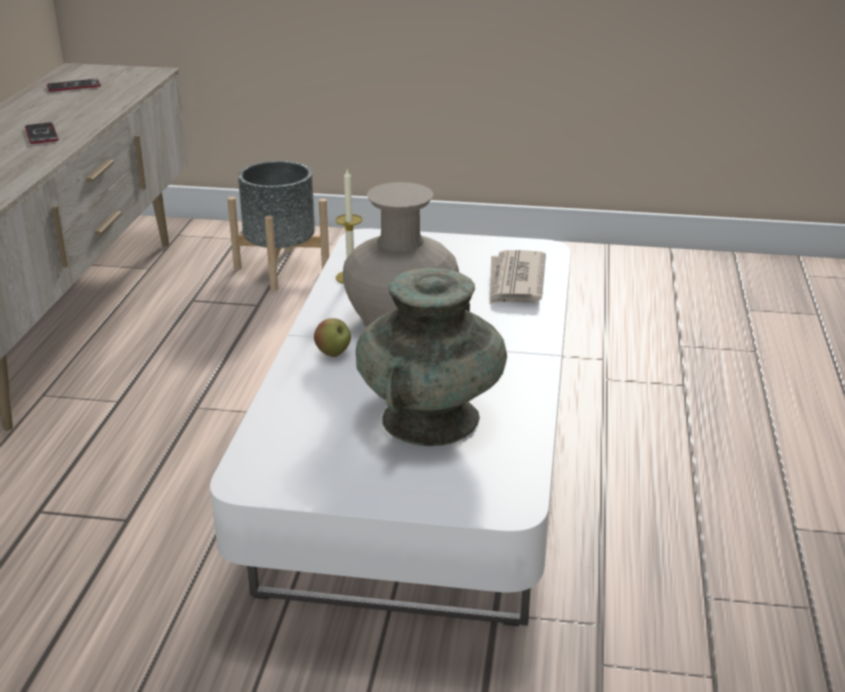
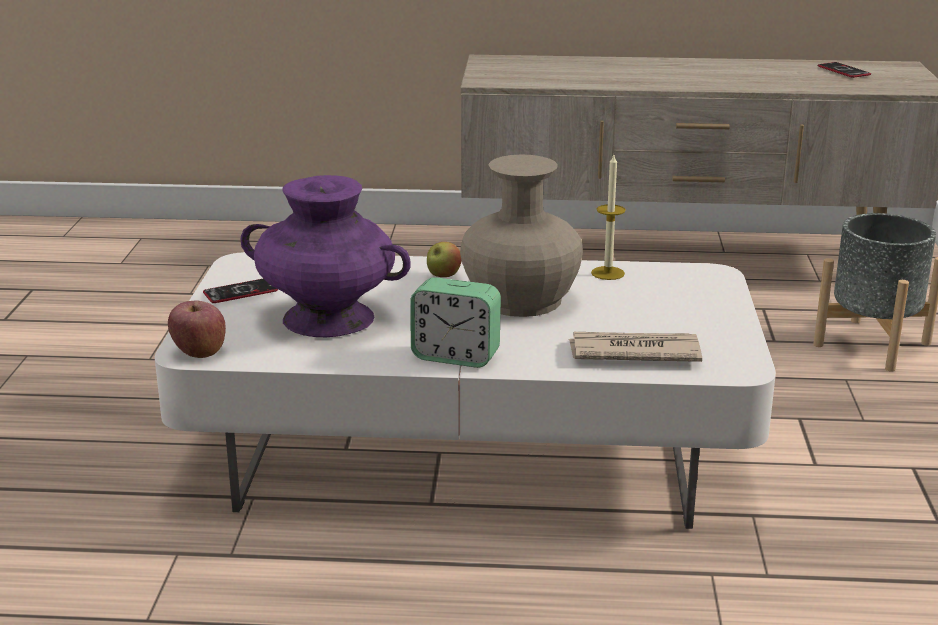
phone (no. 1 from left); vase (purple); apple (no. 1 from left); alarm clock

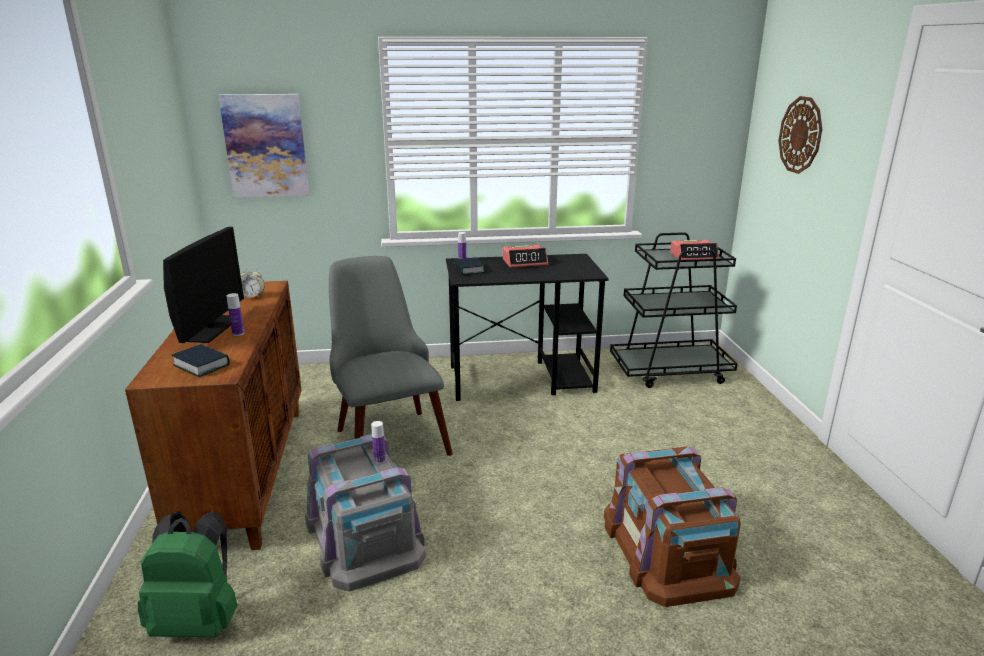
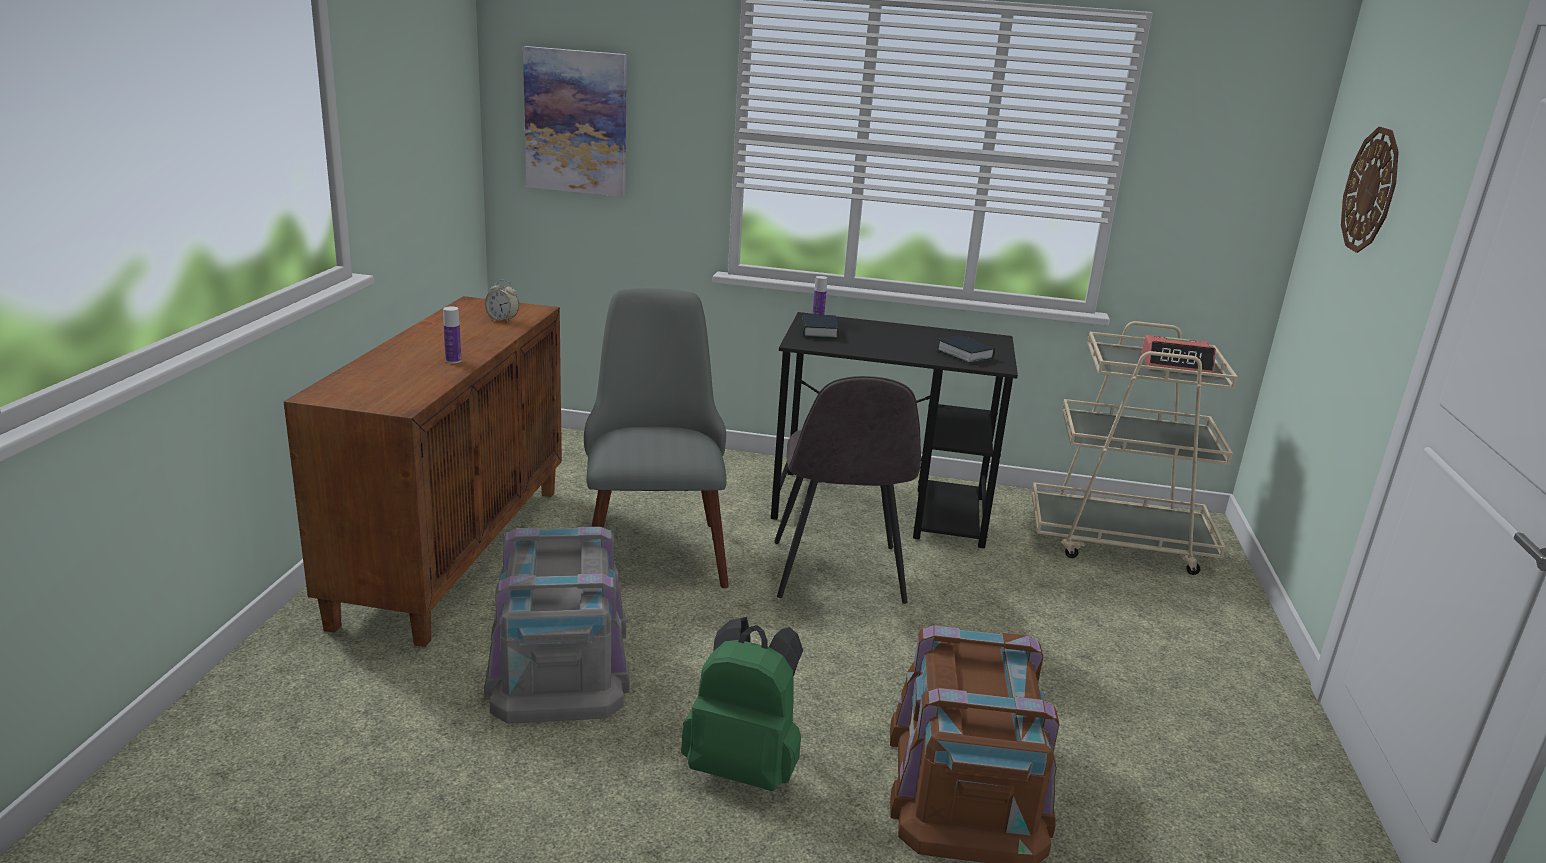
backpack (green); monitor; book (no. 2 from left); bottle (no. 2 from left in the first image); alarm clock (no. 2 from left in the first image); cart (beige); chair (grey) (no. 2 from left)

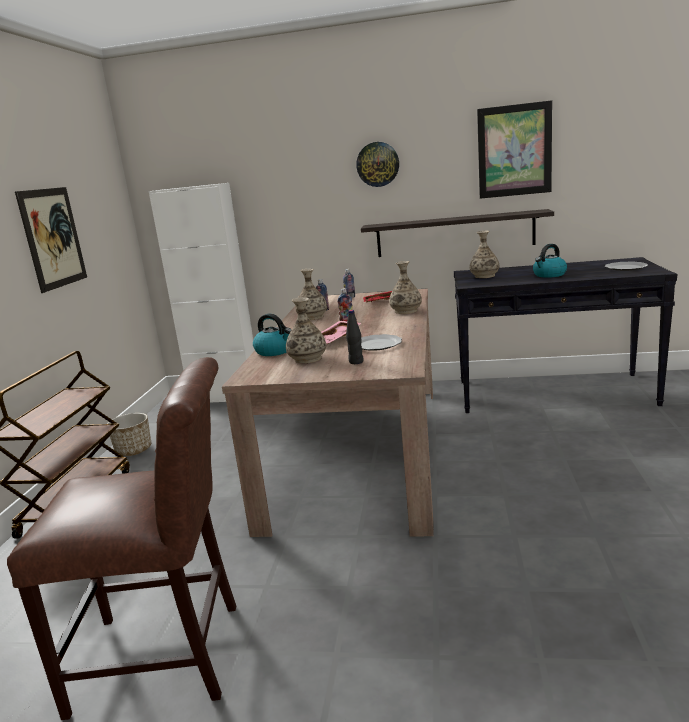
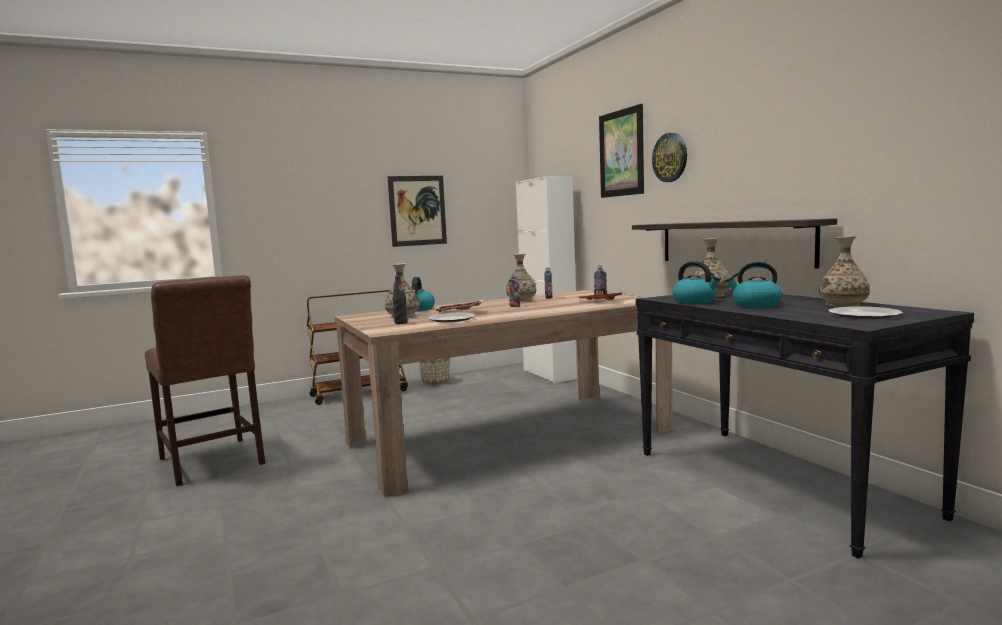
vase (no. 4 from left); picture (no. 2 from left); kettle (no. 2 from left)

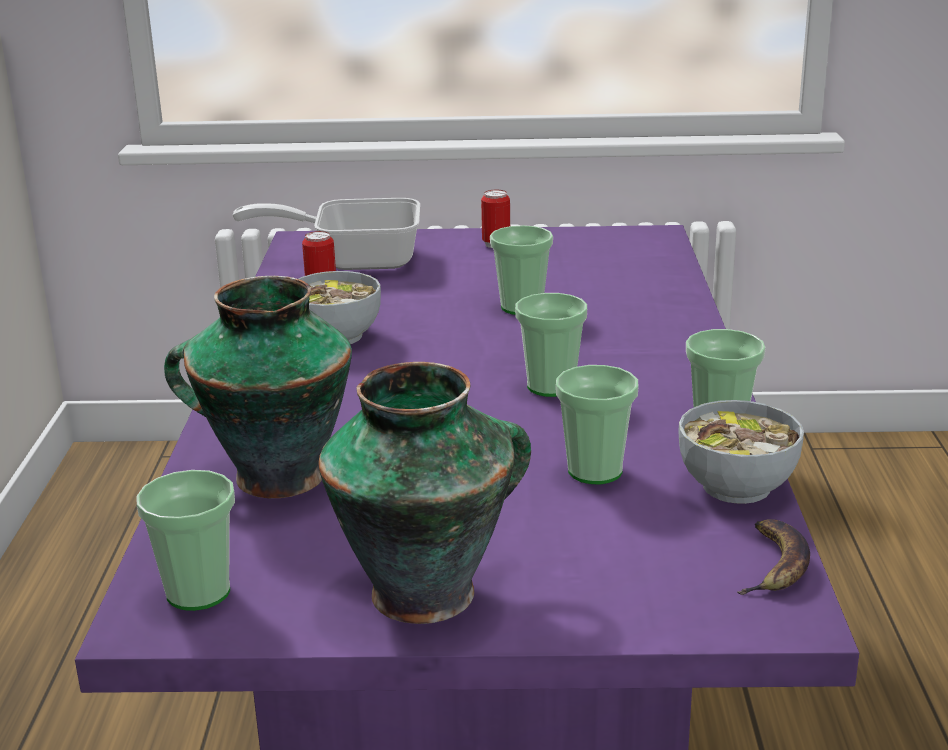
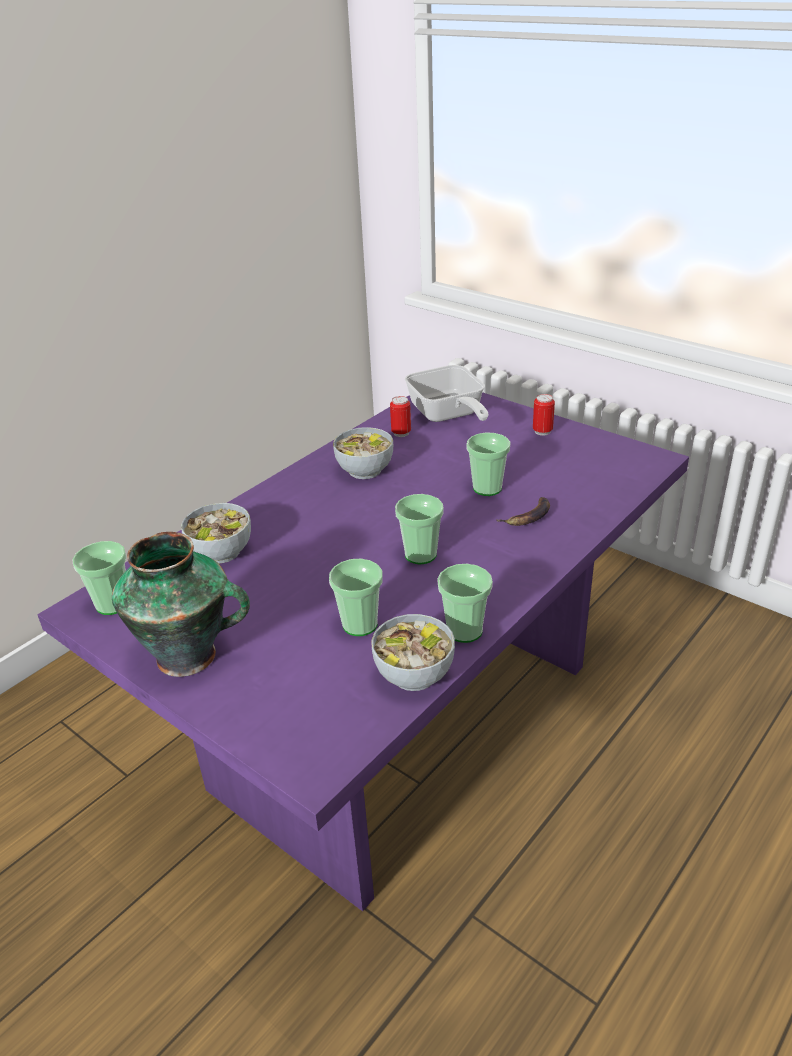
bowl (no. 1 from left); frying pan; banana

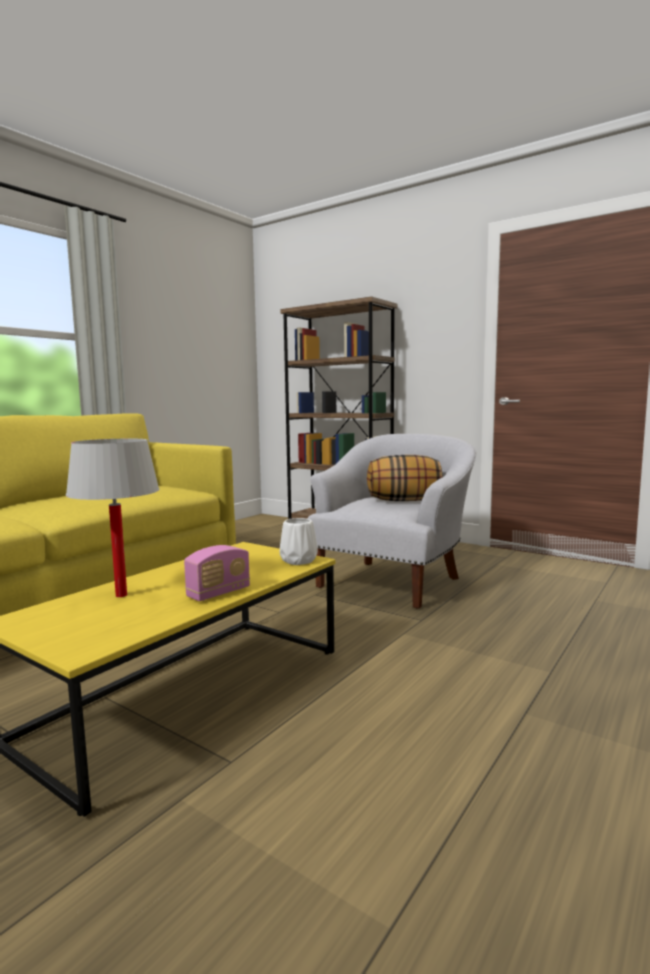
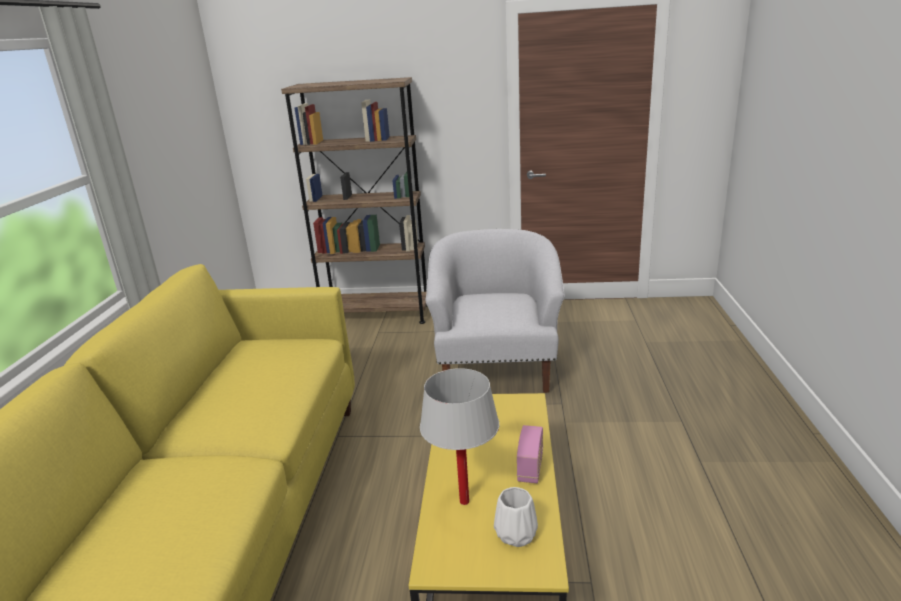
vase (white); pillow

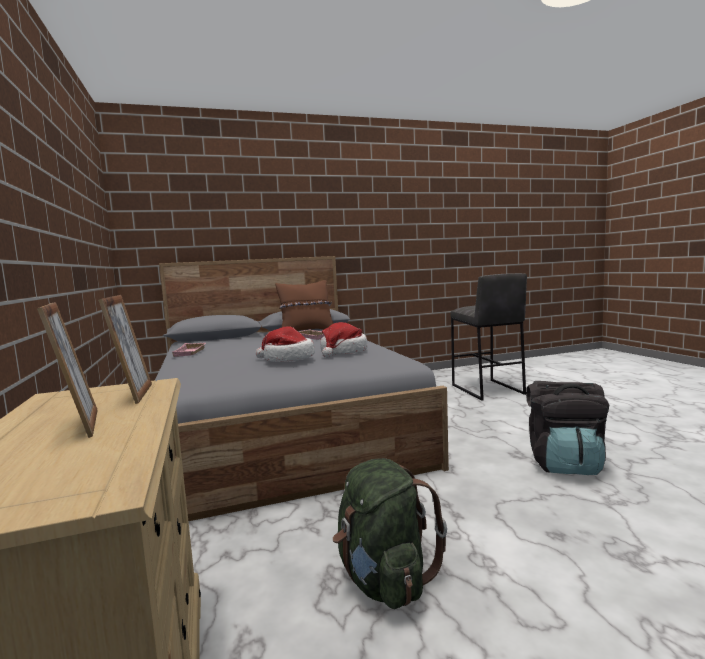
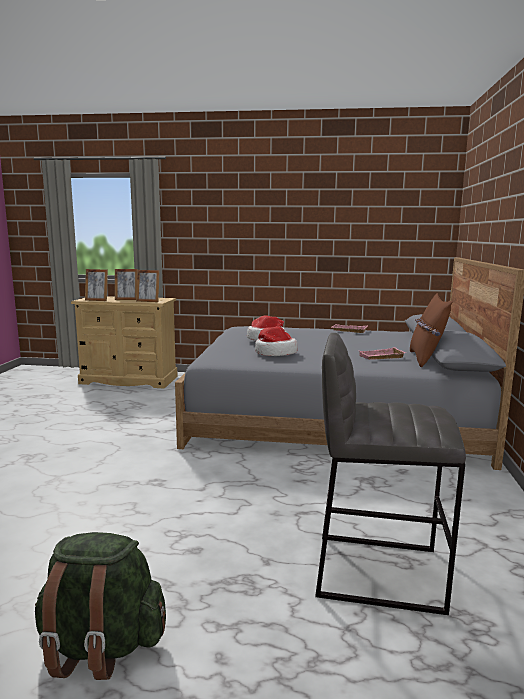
backpack (green); backpack (black); picture frame (no. 1 from left)

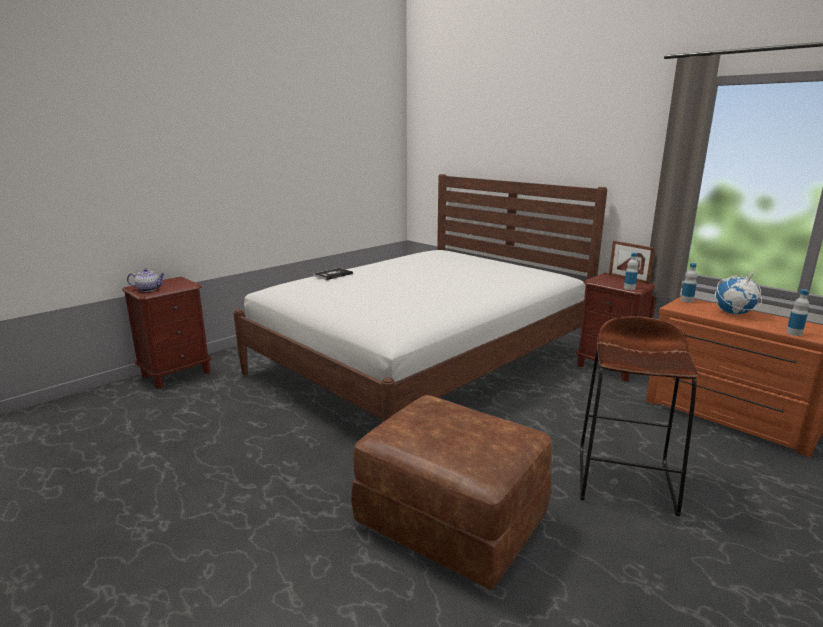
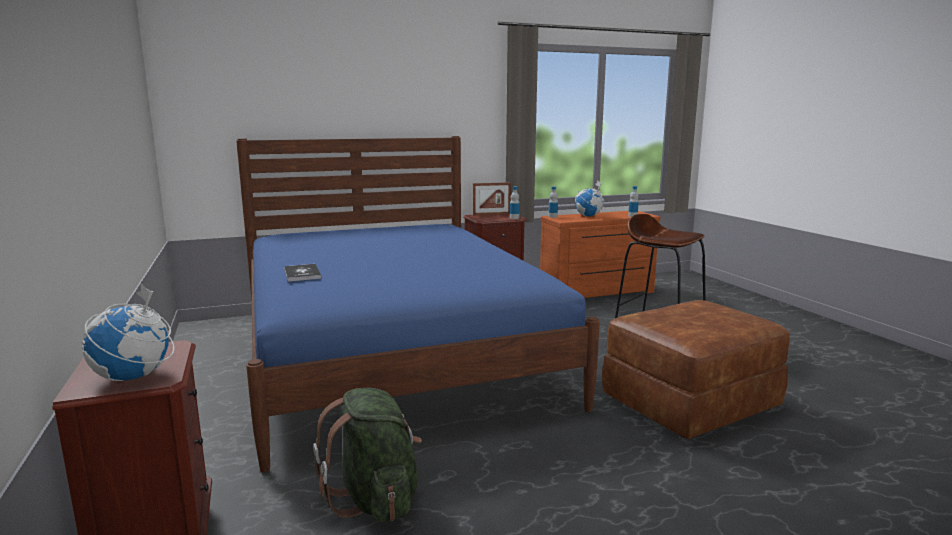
globe (no. 1 from left); bed (blue); backpack (green)

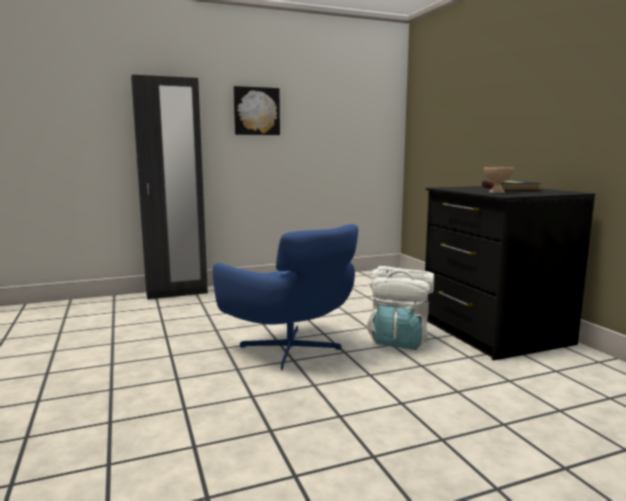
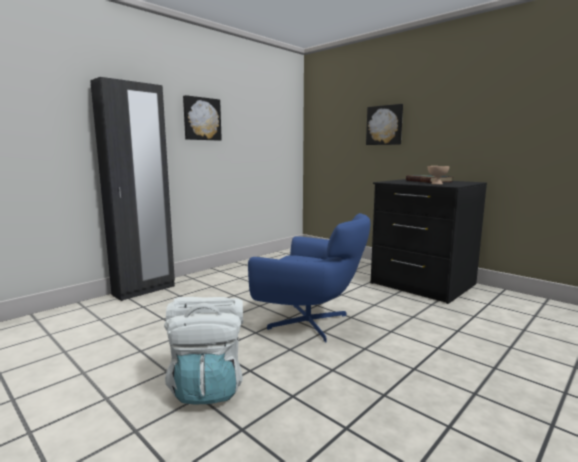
backpack (white); picture (no. 2 from left)

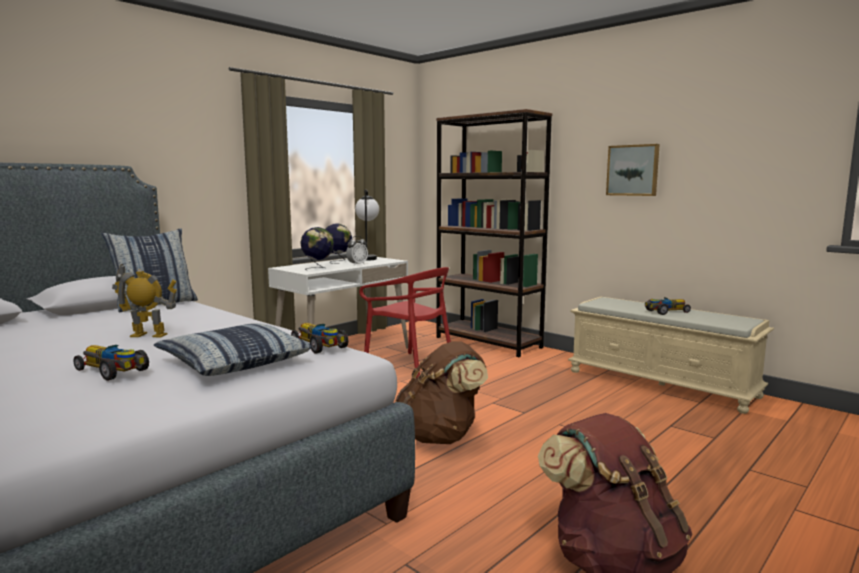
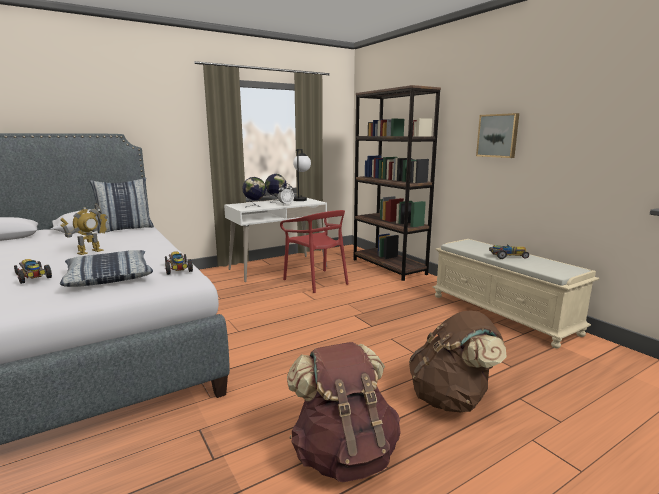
toy robot; backpack (brown) (no. 2 from left)

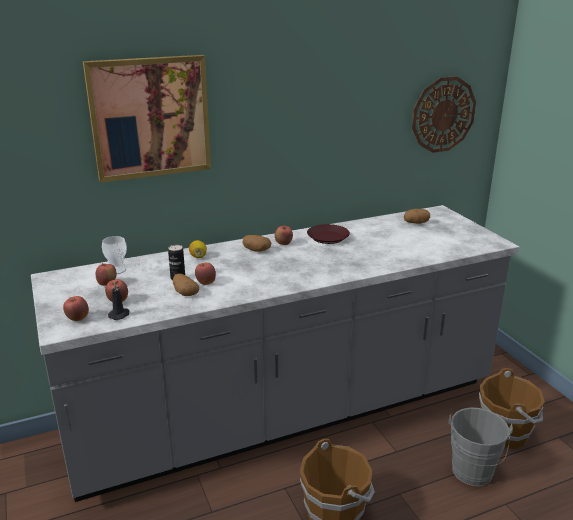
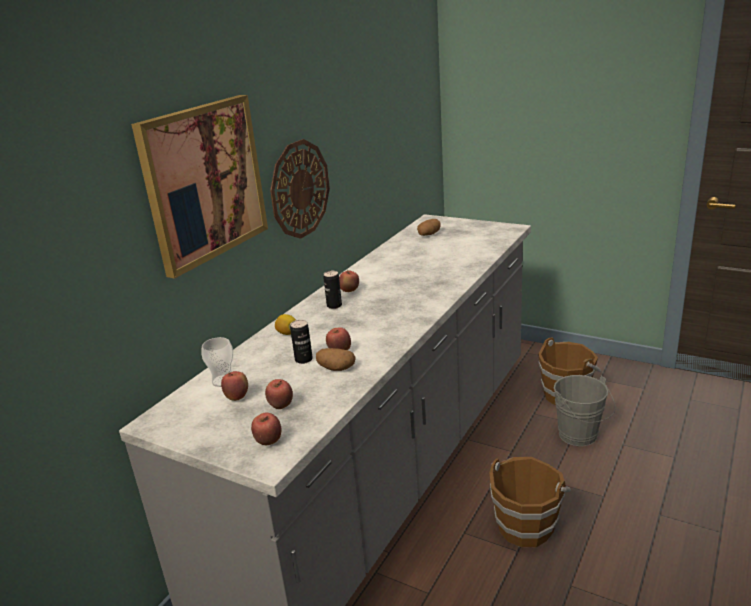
candle (black); can (no. 2 from left); plate (brown); wall clock

